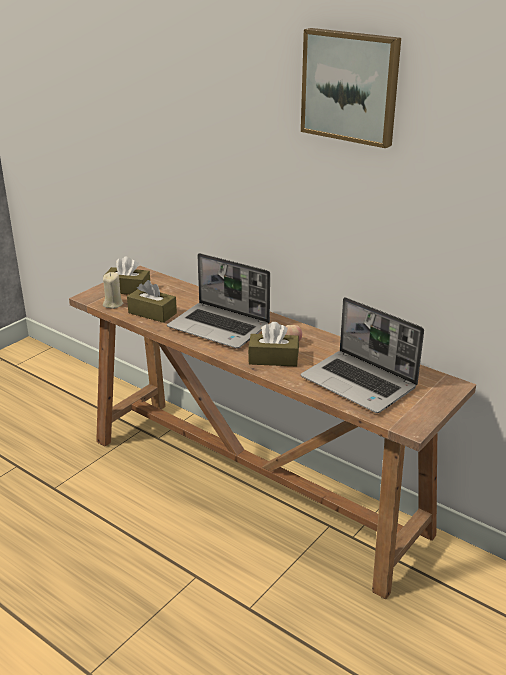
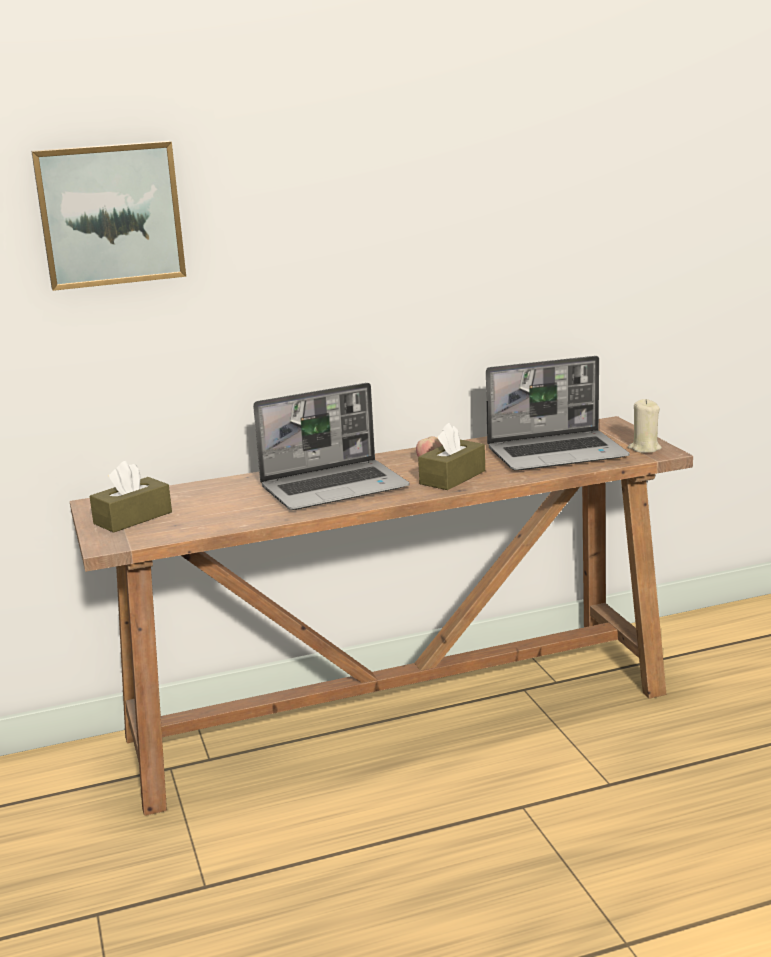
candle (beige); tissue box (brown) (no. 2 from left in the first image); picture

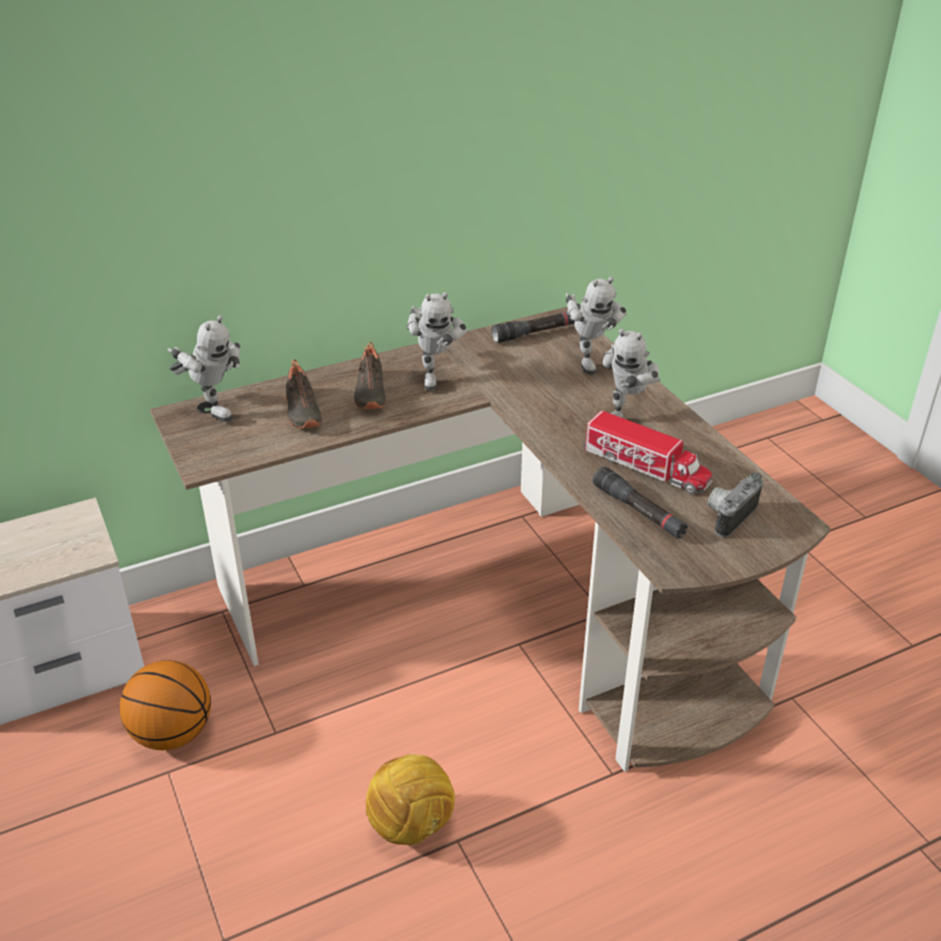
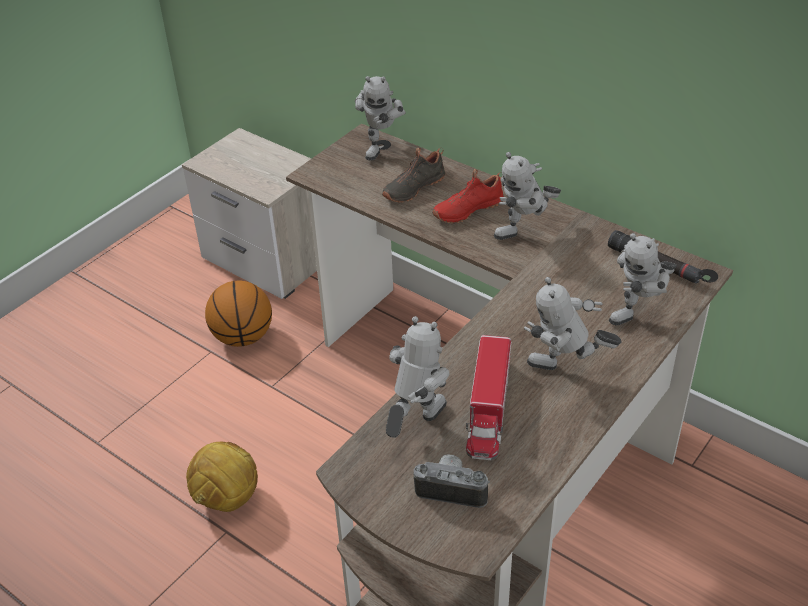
shoe (red); toy robot (no. 2 from left)

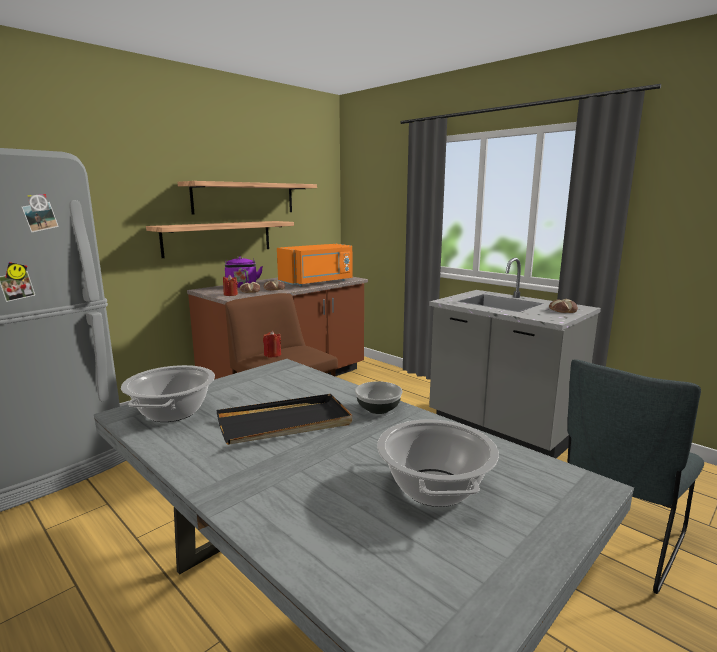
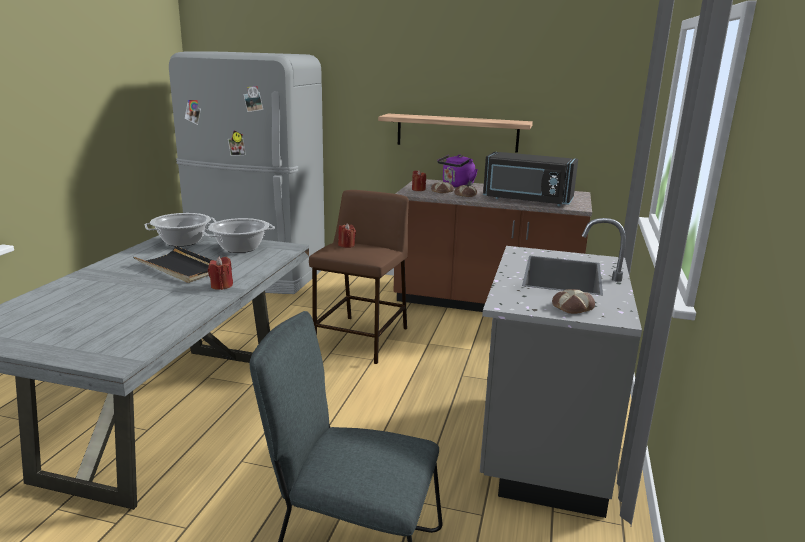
shelf (no. 2 from left in the first image); microwave (black); candle (red) (no. 1 from left); cooking pot (no. 2 from left)

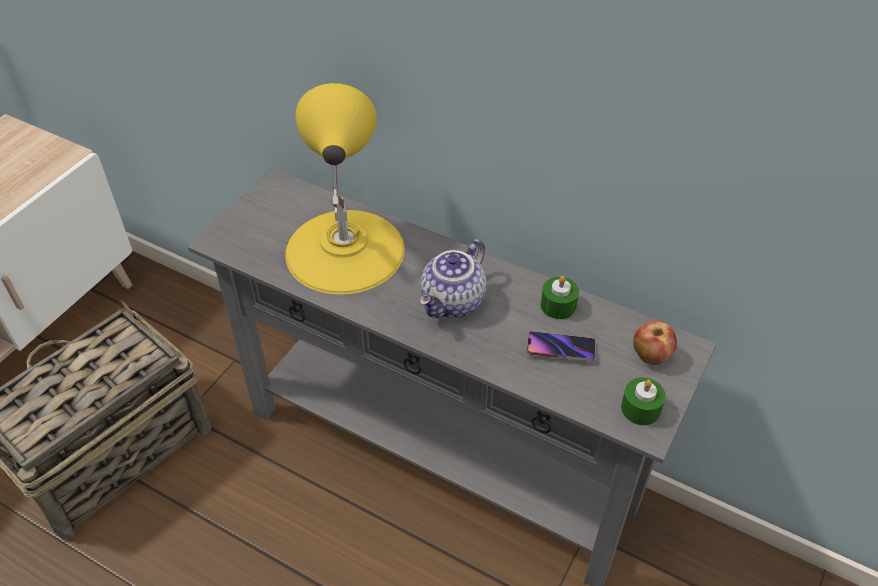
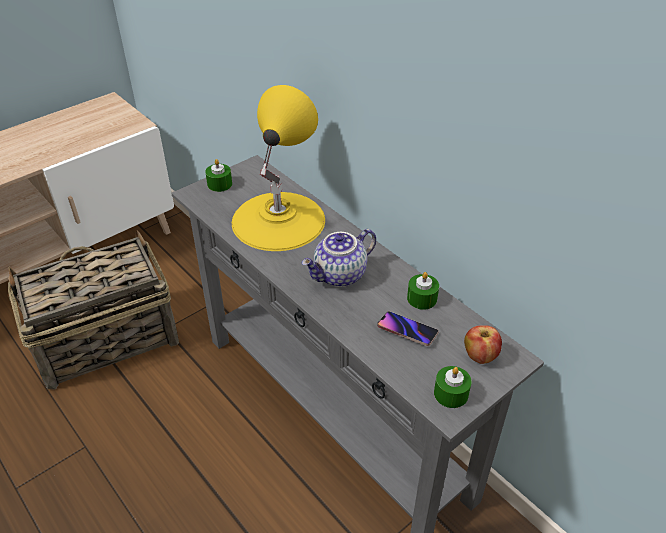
candle (green) (no. 1 from left)

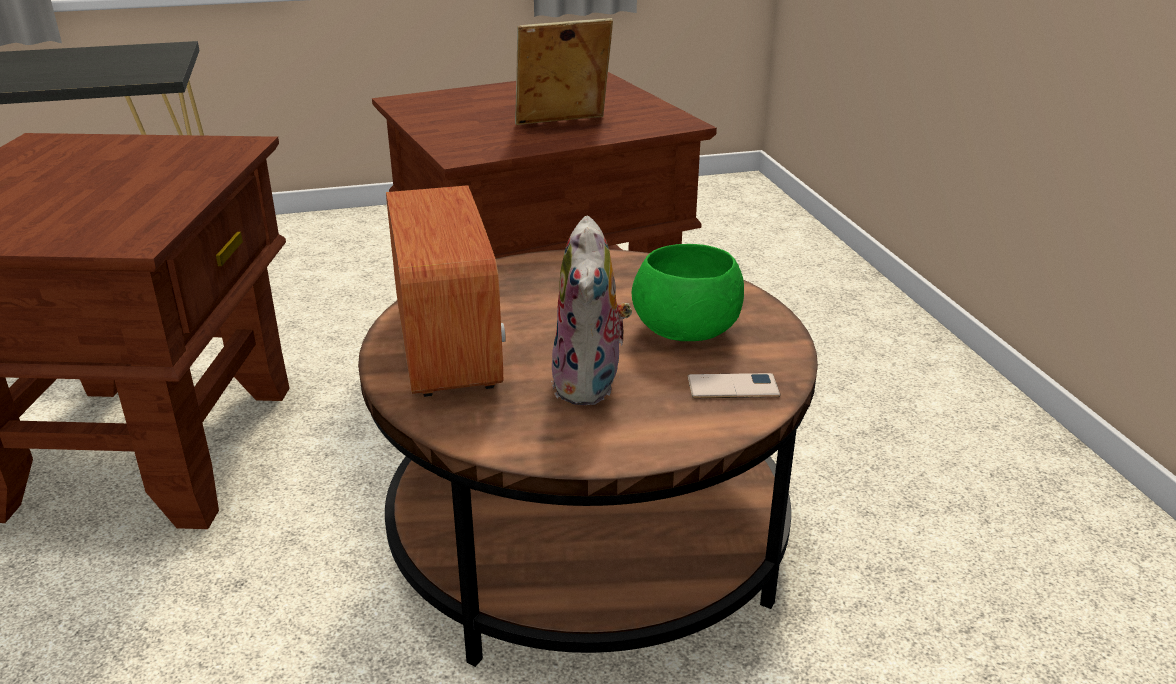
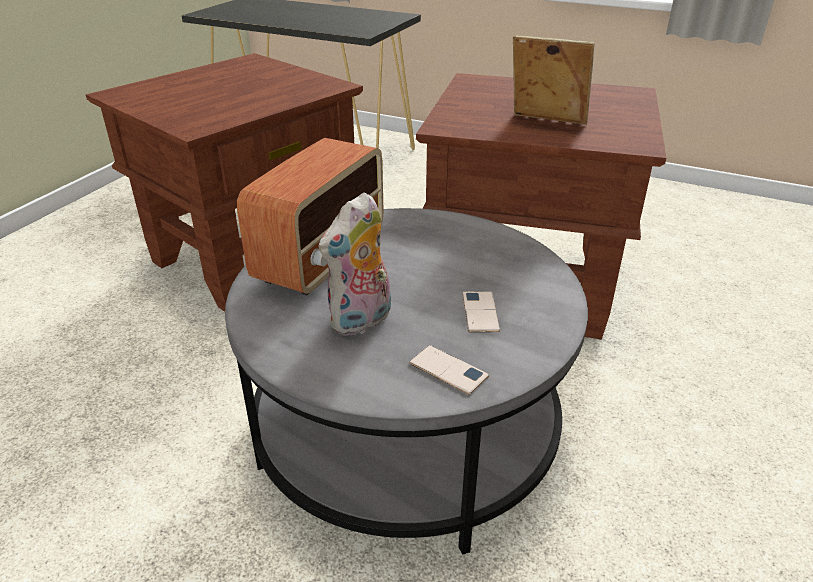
coffee table (grey); phone (no. 2 from left)

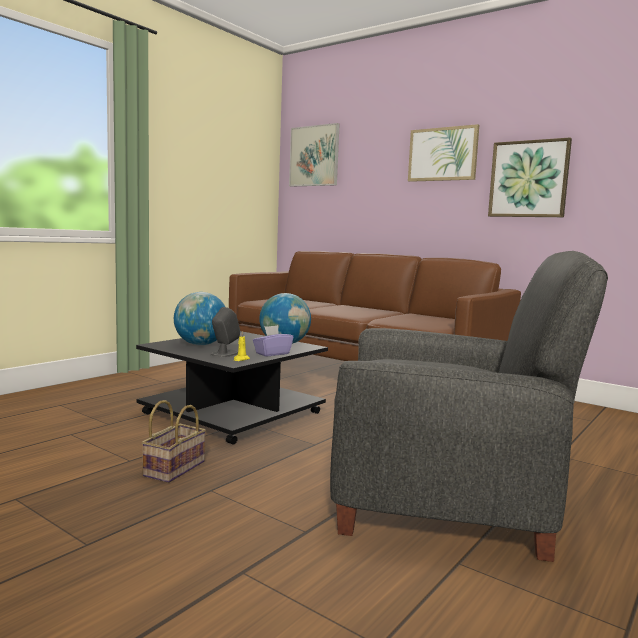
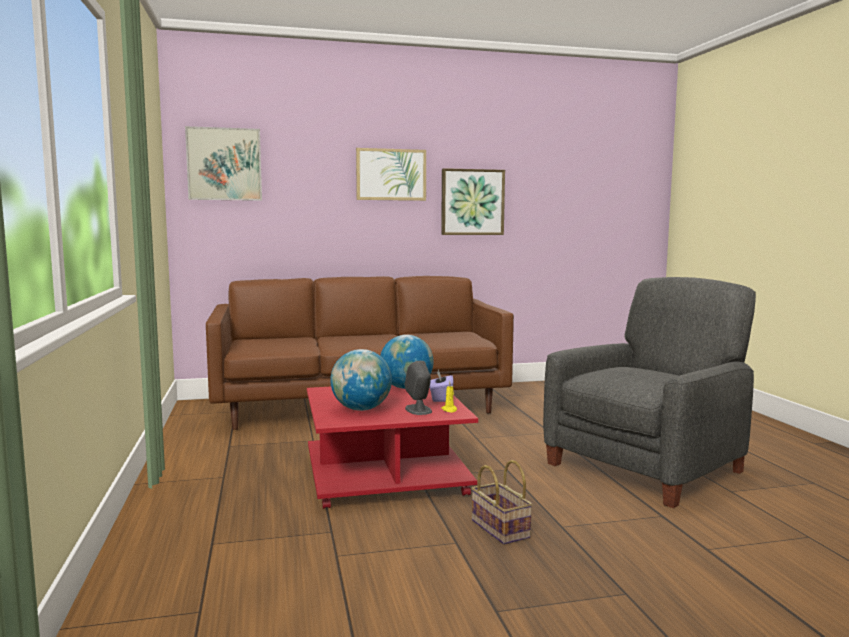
coffee table (red)

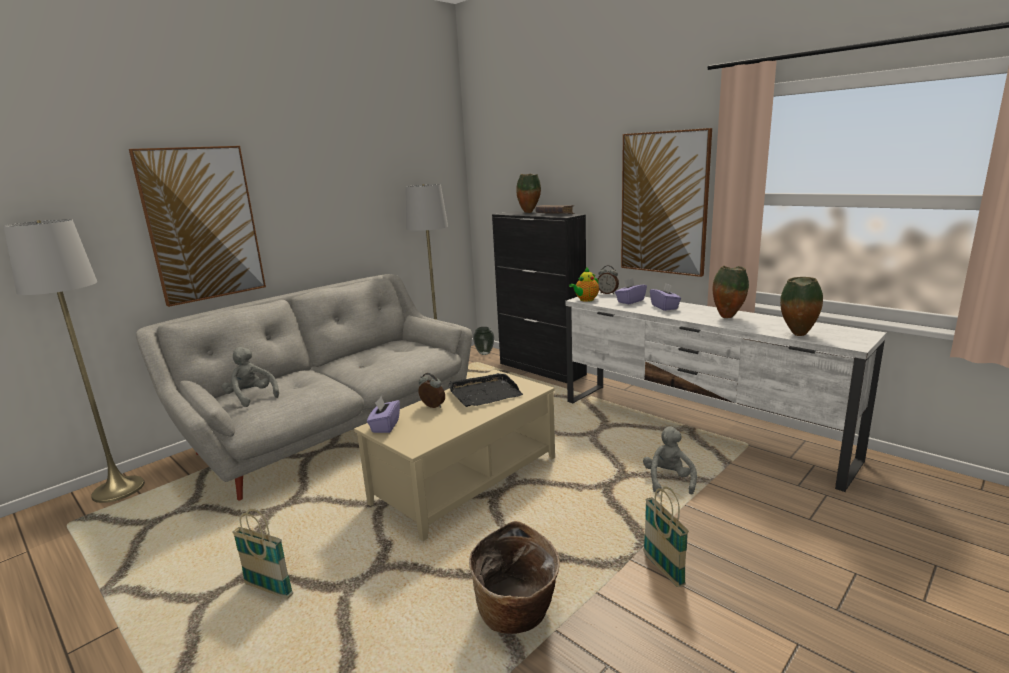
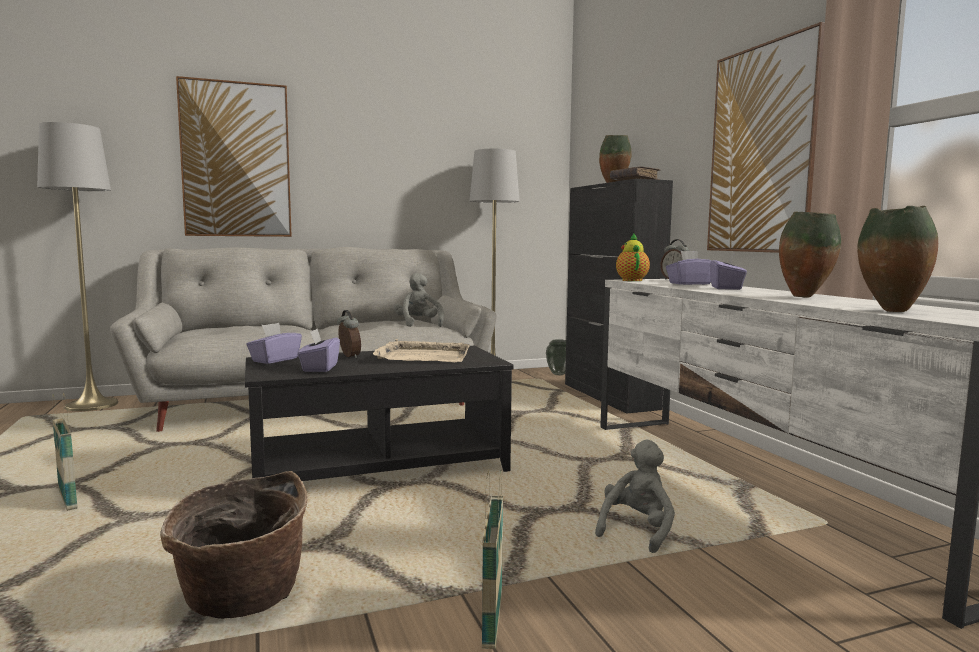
plush toy (grey) (no. 1 from left); coffee table (black); tray (beige); teapot; tissue box (purple) (no. 2 from left)

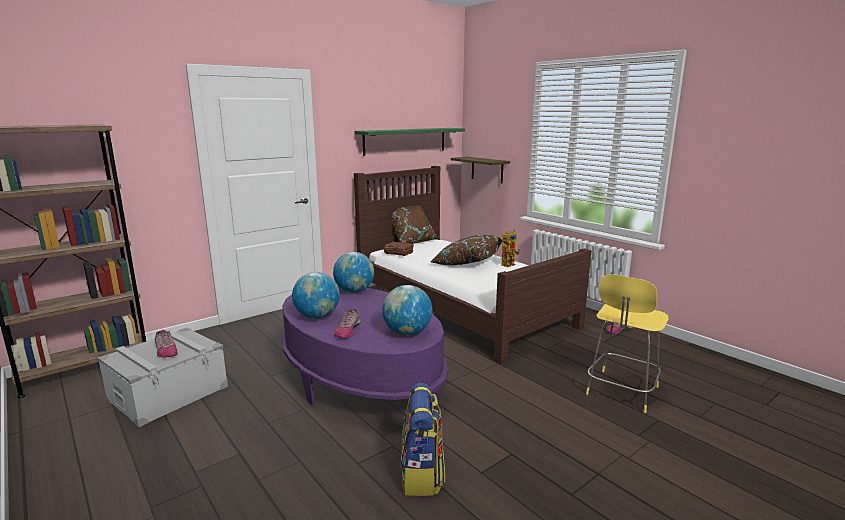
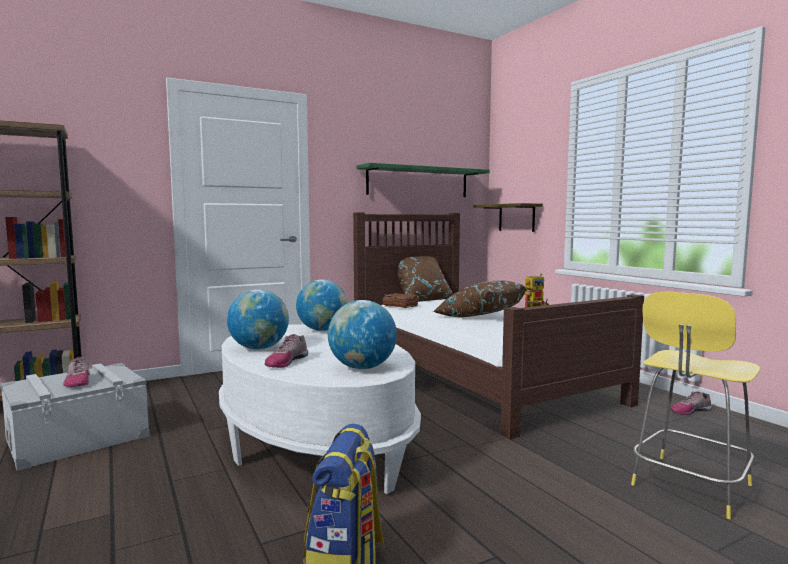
coffee table (white)

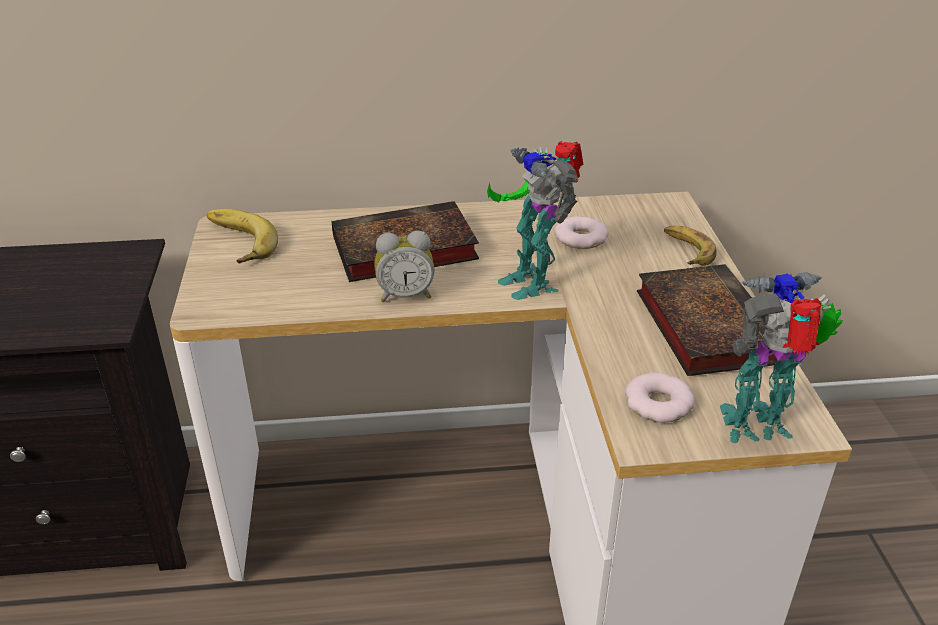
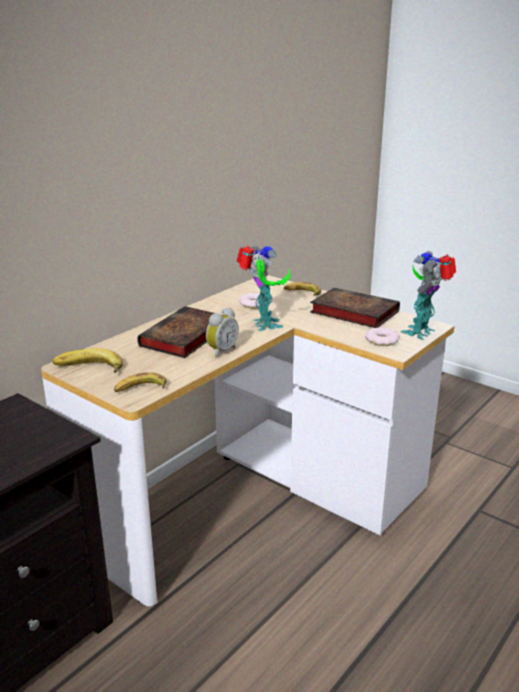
toy robot (no. 1 from left); banana (no. 2 from left)

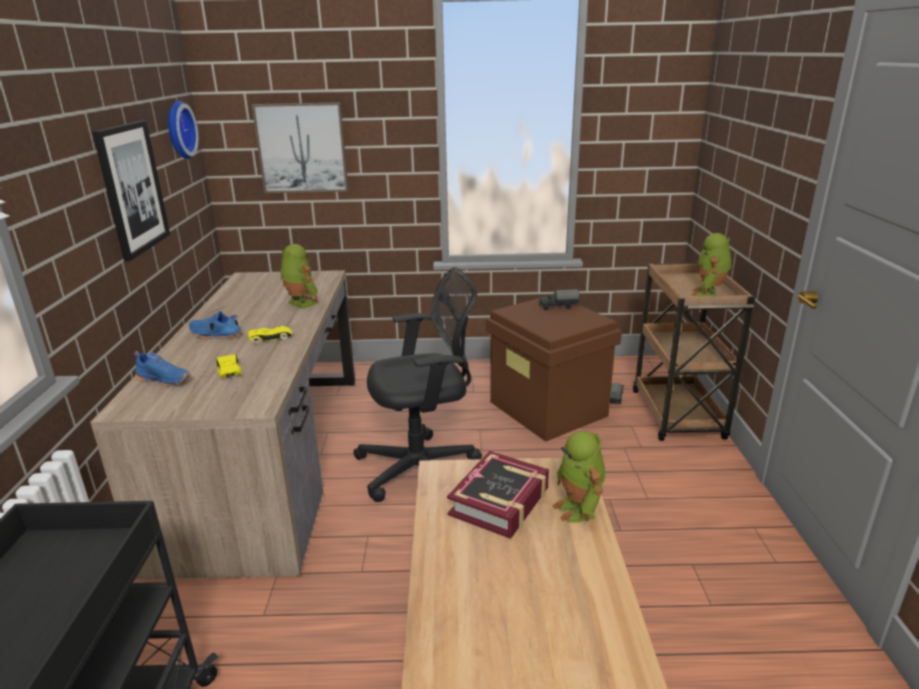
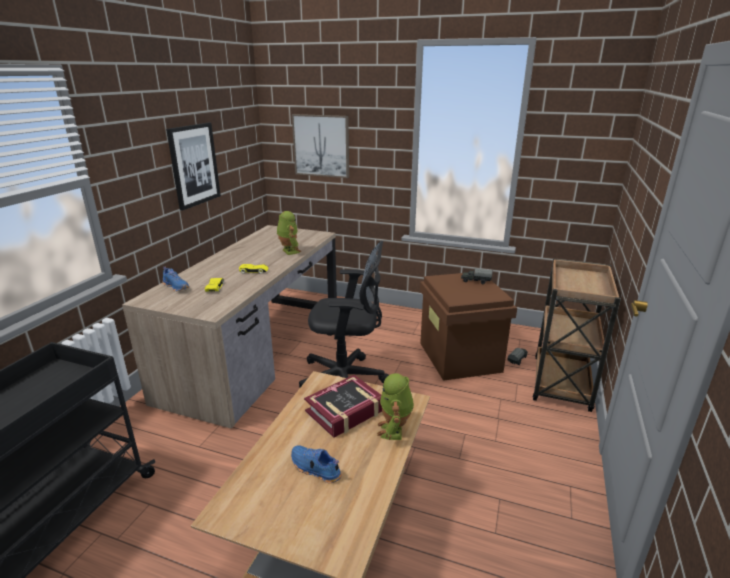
wall clock; shoe (blue) (no. 2 from left); toy robot (no. 3 from left in the first image)

